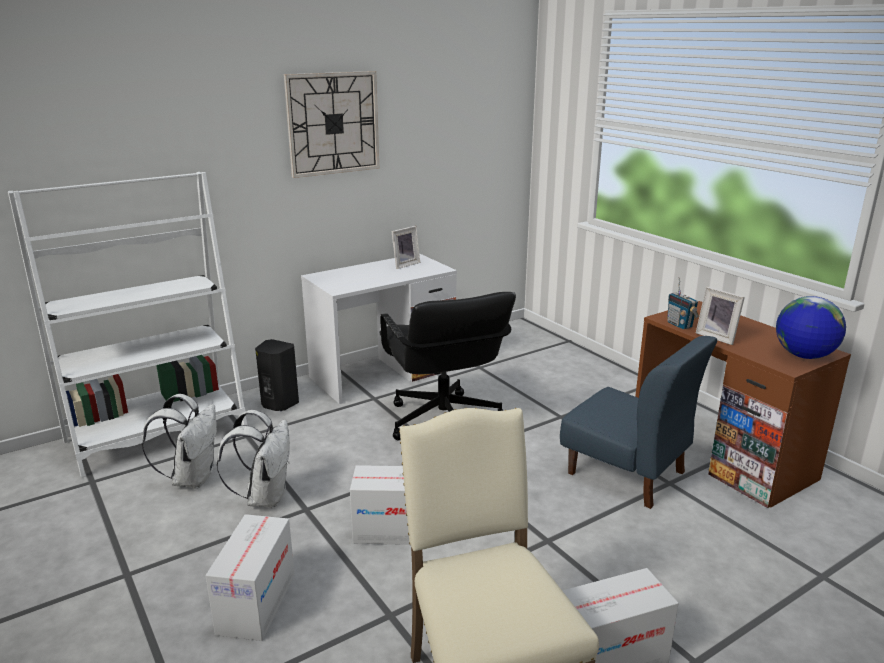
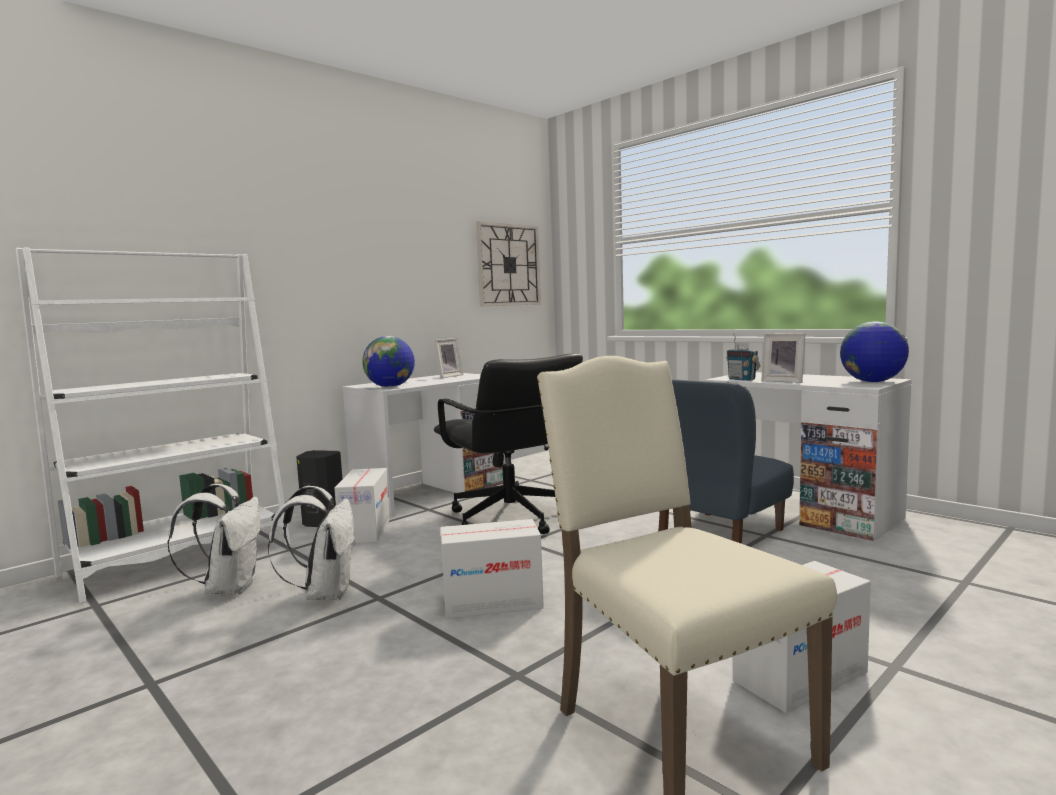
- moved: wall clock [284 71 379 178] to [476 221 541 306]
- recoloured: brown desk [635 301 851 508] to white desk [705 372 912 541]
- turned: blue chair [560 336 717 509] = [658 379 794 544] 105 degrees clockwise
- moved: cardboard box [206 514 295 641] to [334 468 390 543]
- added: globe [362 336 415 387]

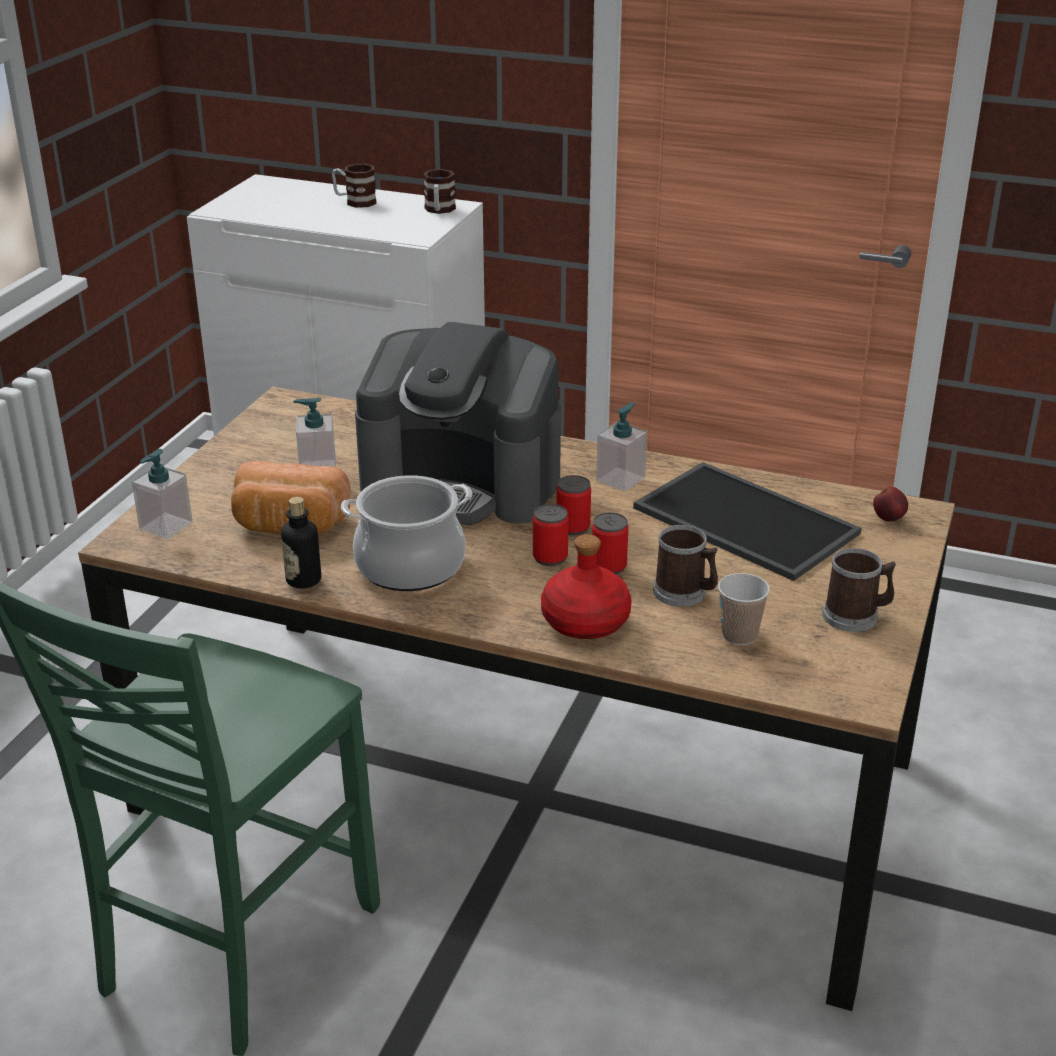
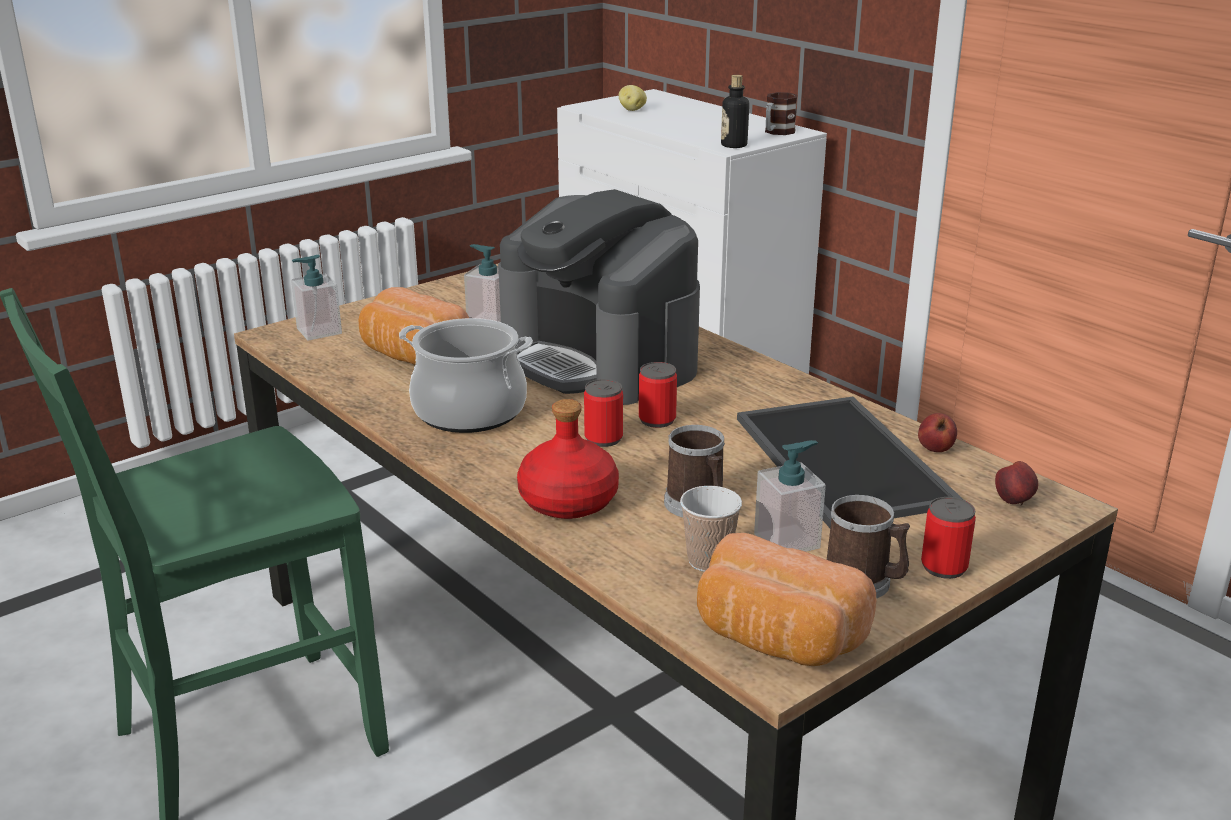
- removed: mug [332 164 377 208]
- moved: soap dispenser [596 402 647 491] to [754 440 826 552]
- moved: bottle [281 497 321 588] to [721 75 749 148]
- moved: can [592 512 629 574] to [921 497 976 579]
- added: potato [619 85 647 111]
- added: apple [918 413 957 452]
- added: bread [697 533 876 666]

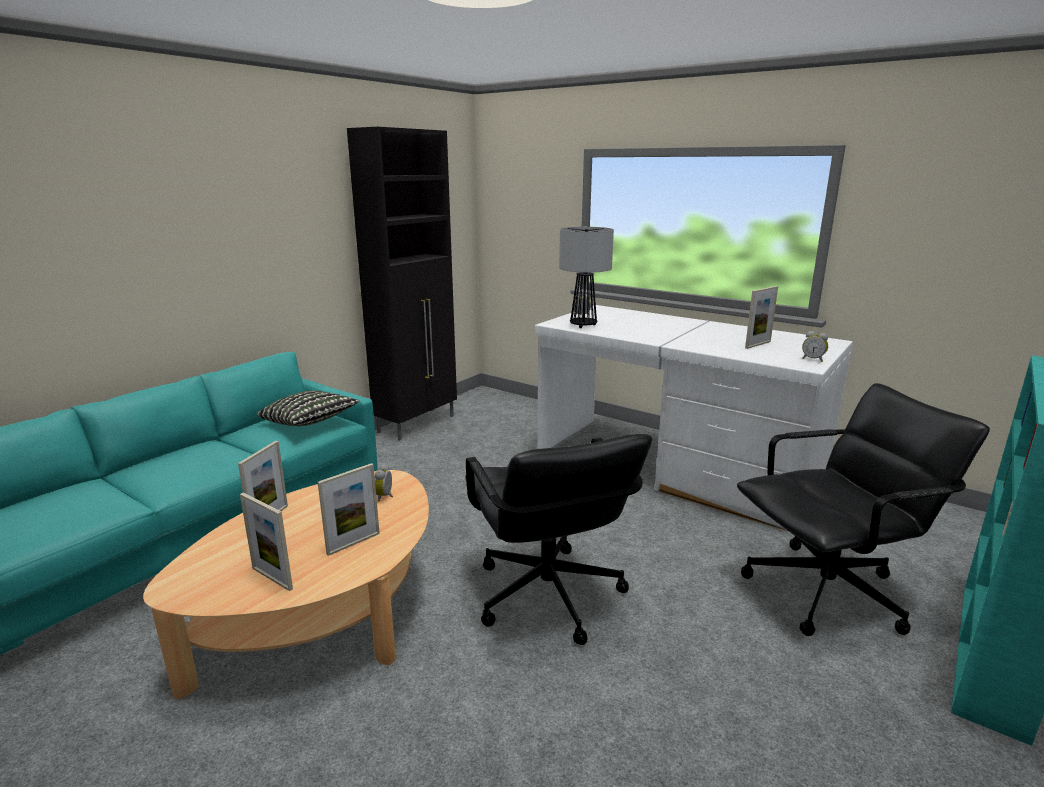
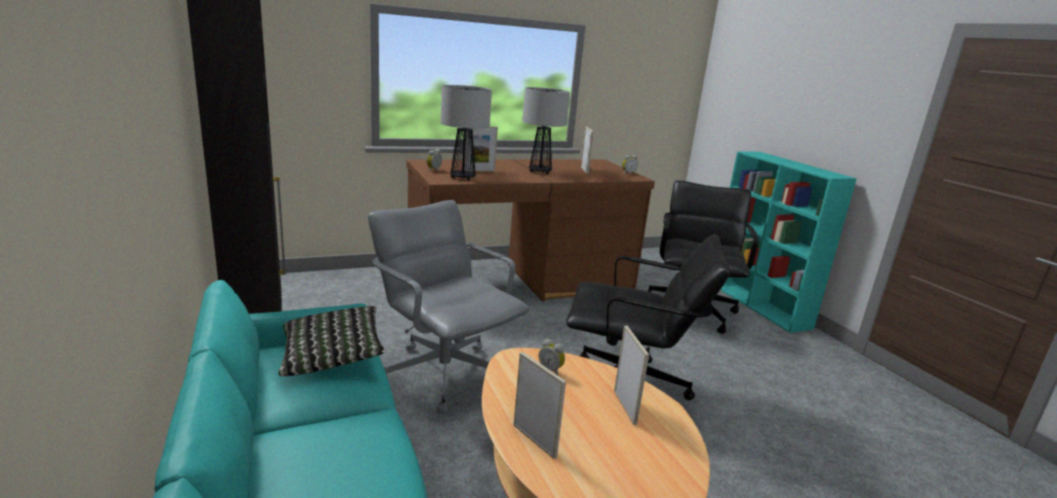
- recoloured: white desk [535 305 853 536] to brown desk [406 160 655 302]
- moved: picture frame [240 492 293 591] to [465 126 498 172]
- added: table lamp [522 87 570 174]
- added: grey office chair [368 200 530 414]

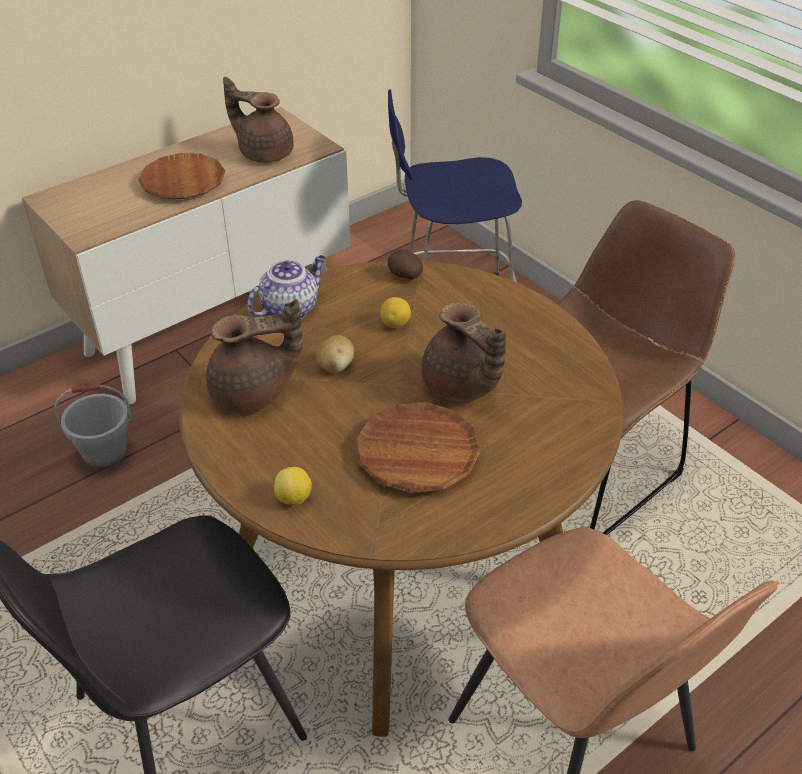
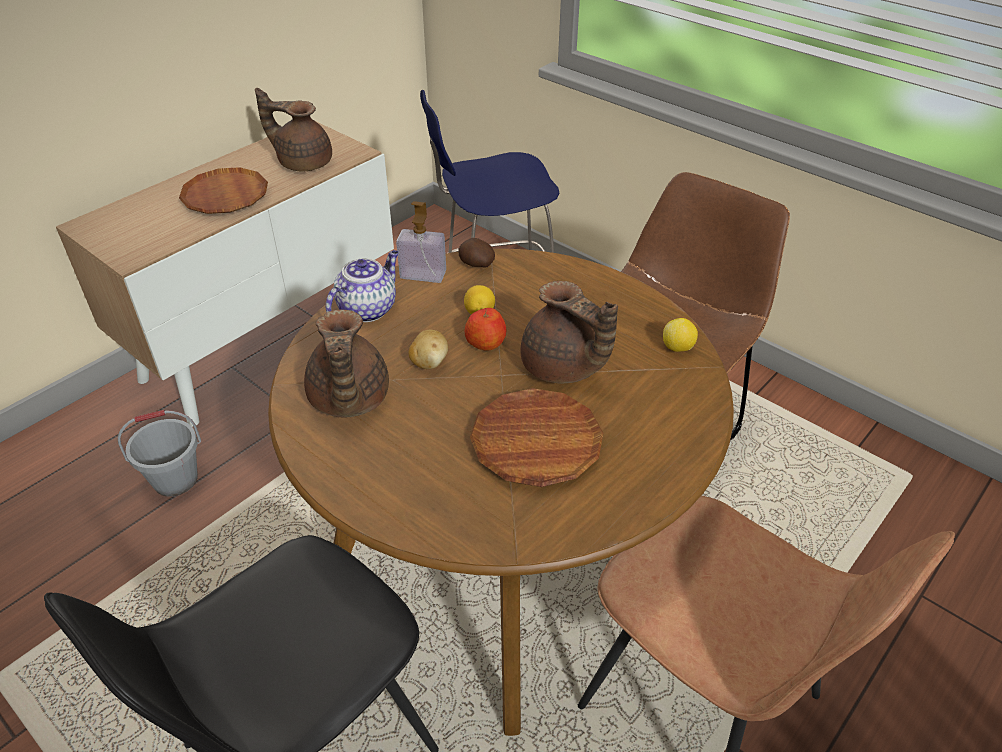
- turned: brown teapot [206 299 303 413] = [304 310 389 417] 105 degrees clockwise
- moved: lemon [274 467 312 505] to [663 318 698 352]
- added: soap dispenser [396 201 446 283]
- added: apple [465 308 506 351]

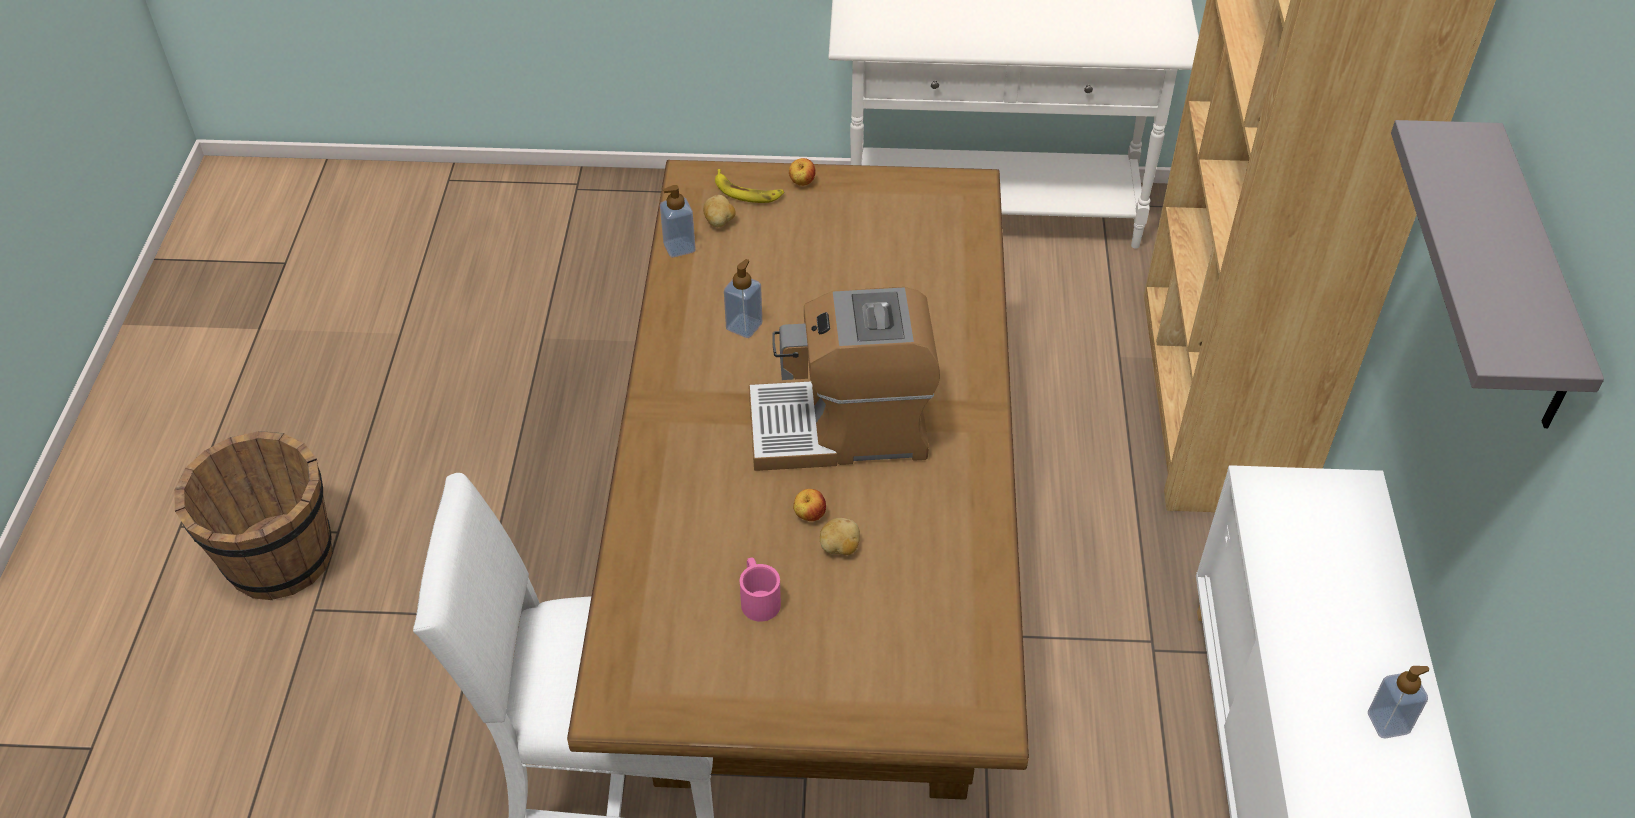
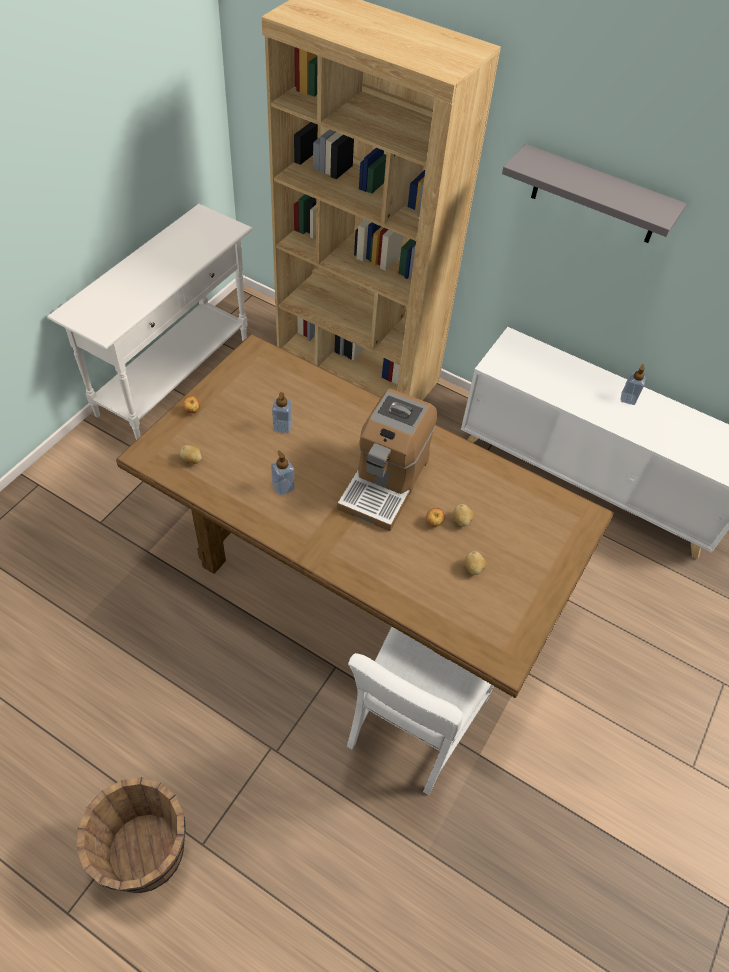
- removed: banana [715 169 784 203]
- moved: soap dispenser [660 185 696 257] to [272 392 292 433]
- replaced: pink mug [740 558 781 622] to potato [465 551 487 575]

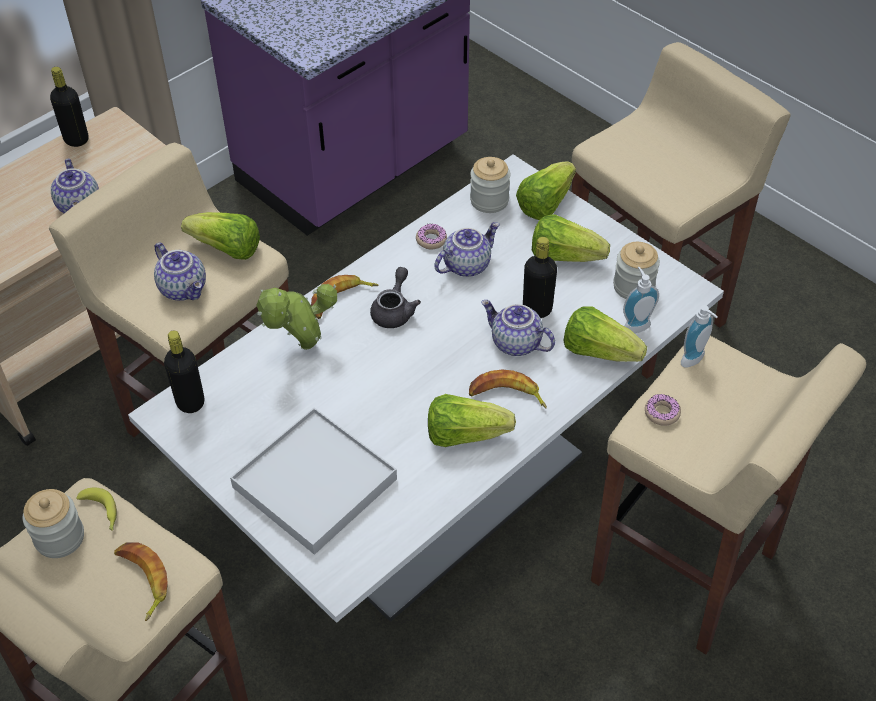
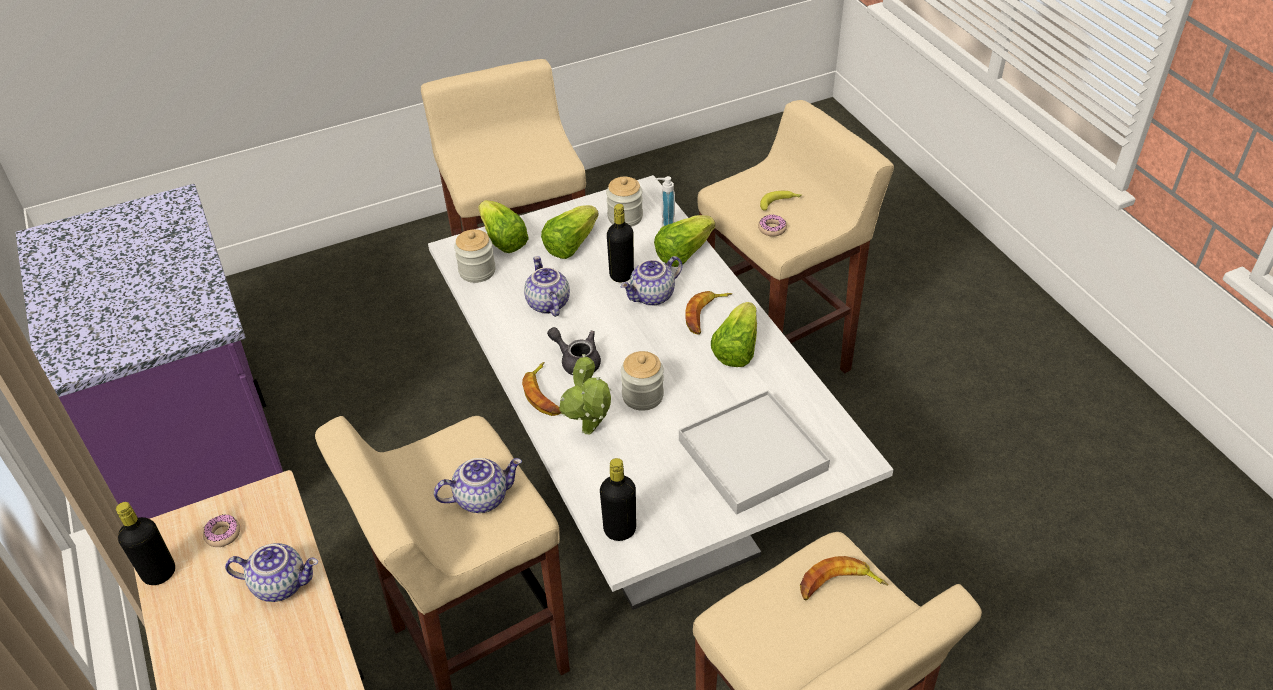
- removed: lettuce [181 212 260 260]
- moved: donut [416 224 447 249] to [203 515 240 547]
- removed: soap dispenser [681 305 718 367]
- moved: banana [76 488 117 531] to [760 191 802 211]
- moved: jar [23 489 84 558] to [621 351 664 411]

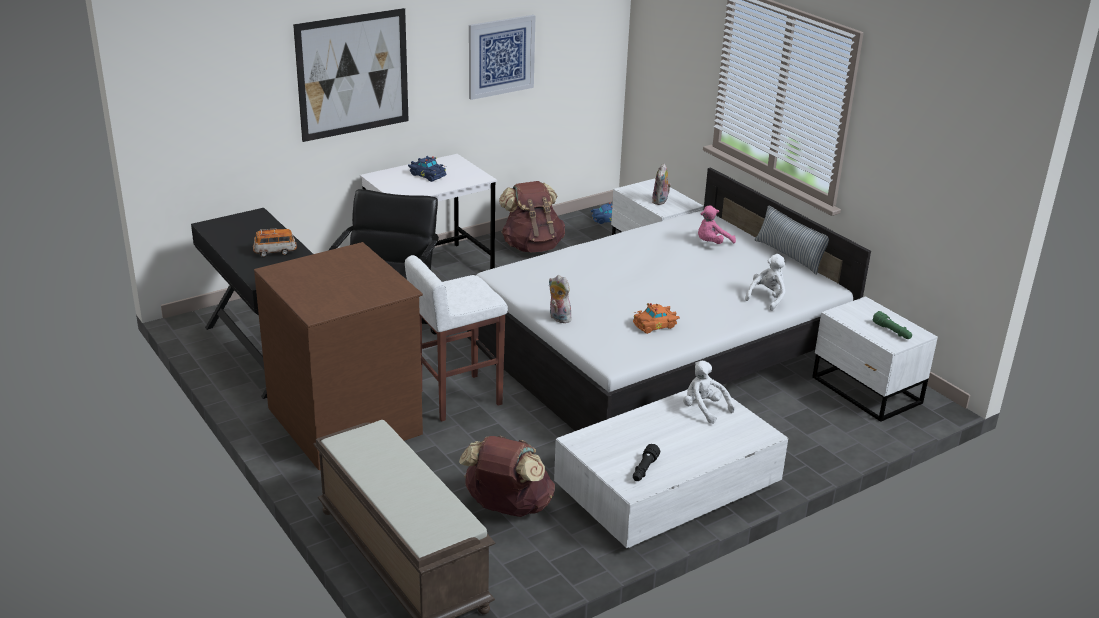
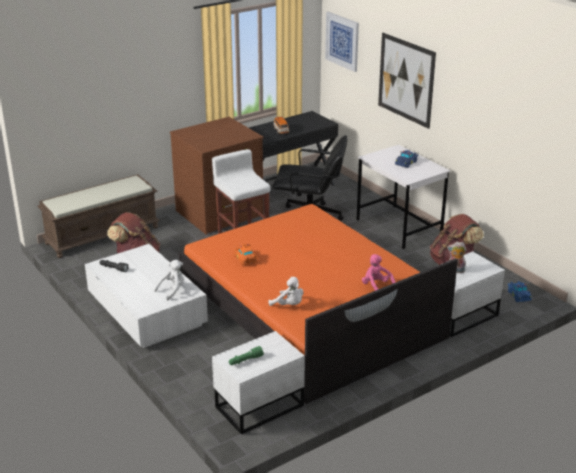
- moved: picture [469 15 535 100] to [325 12 359 72]
- recoloured: white bed [467 167 871 431] to orange bed [179 204 458 404]
- removed: plush toy [549 275 571 323]

